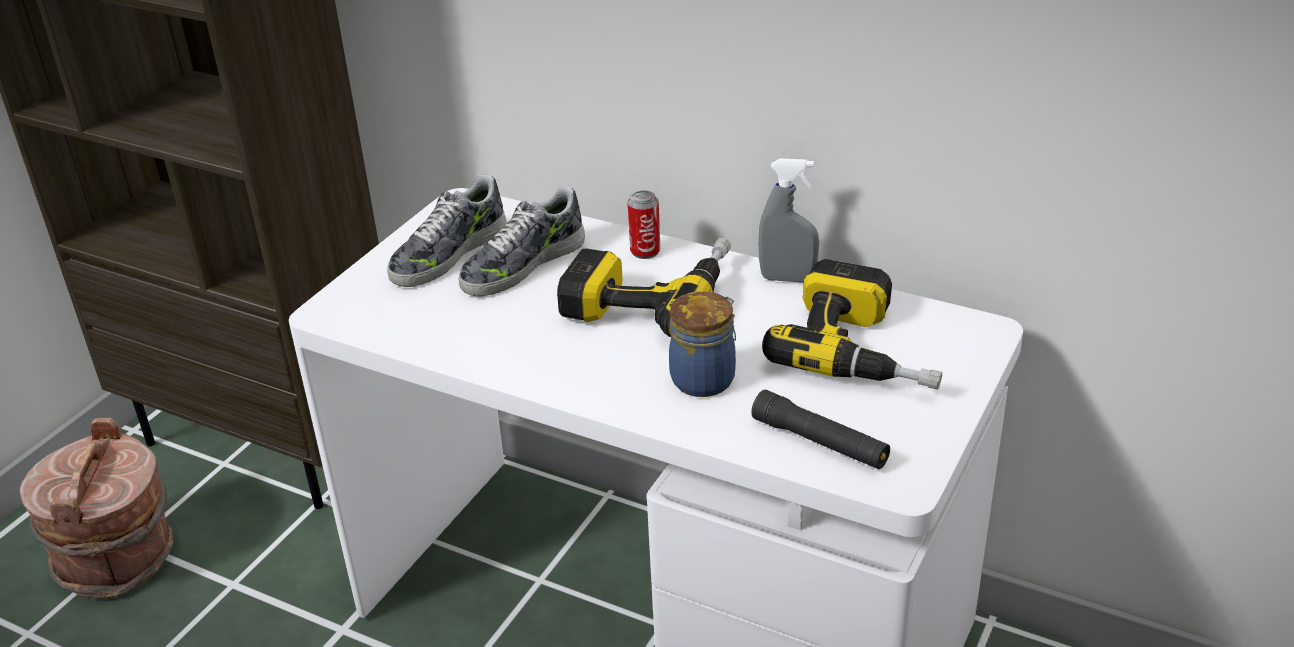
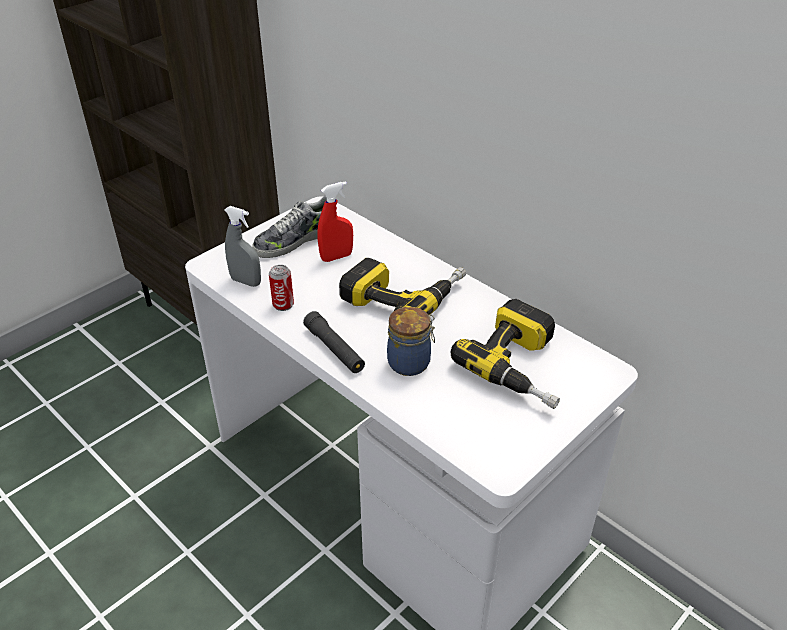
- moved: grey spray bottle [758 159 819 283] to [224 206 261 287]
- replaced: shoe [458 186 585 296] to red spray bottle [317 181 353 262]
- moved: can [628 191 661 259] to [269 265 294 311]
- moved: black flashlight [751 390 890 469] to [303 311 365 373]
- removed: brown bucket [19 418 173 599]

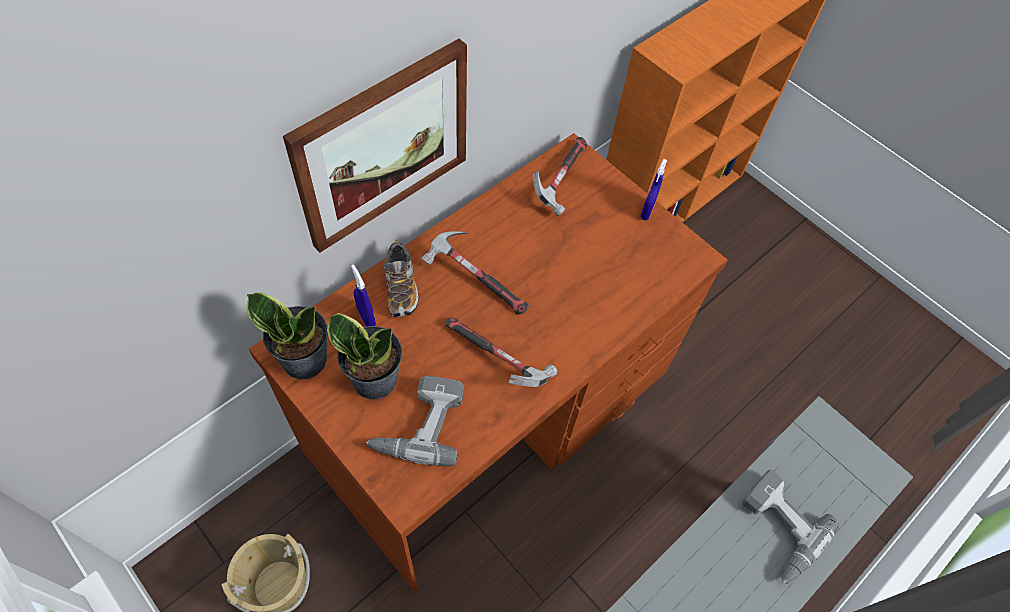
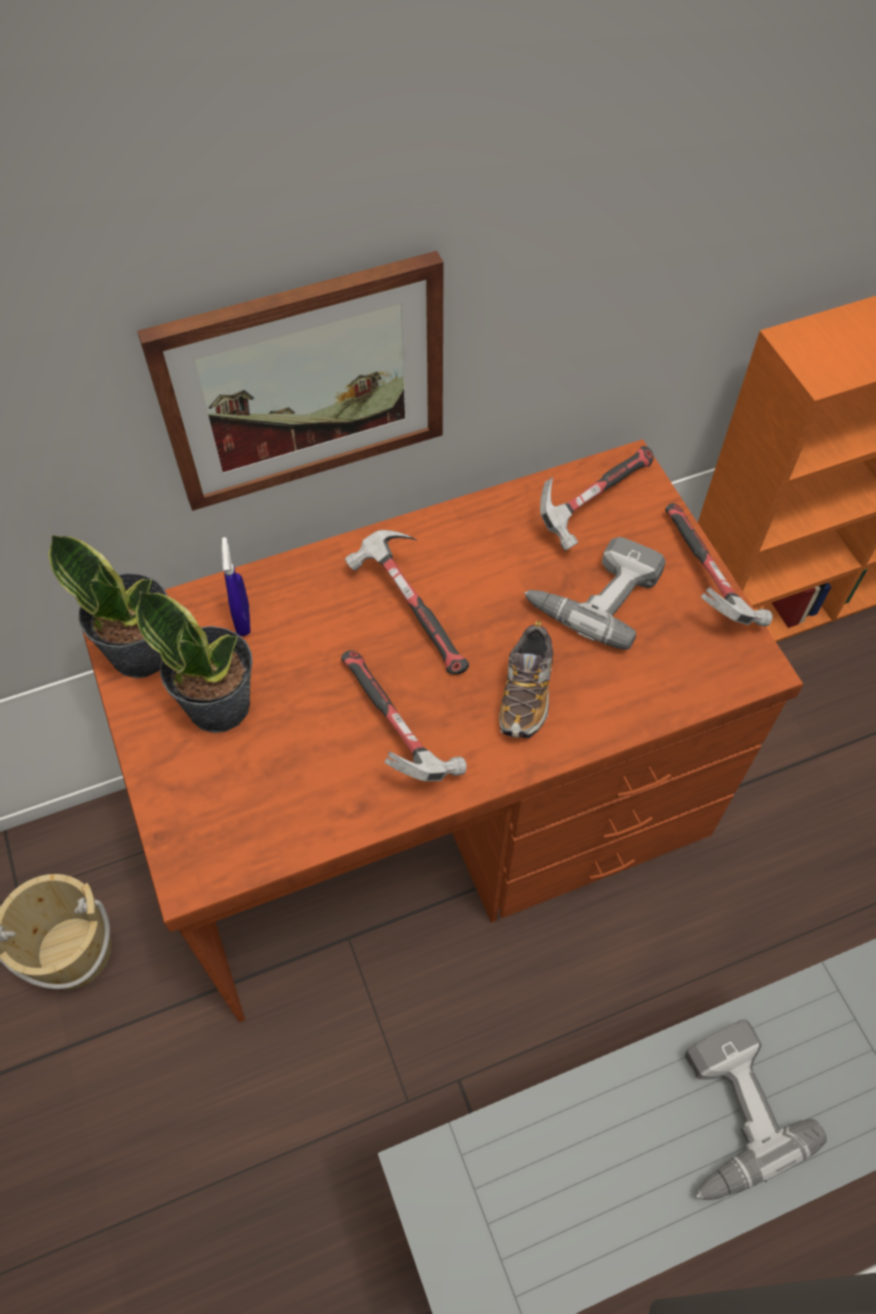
- replaced: blue spray bottle [640 159 667 220] to hammer [665 503 773 627]
- moved: shoe [384 240 419 317] to [499 621 553 738]
- moved: power drill [366 376 464 466] to [524 537 666 650]

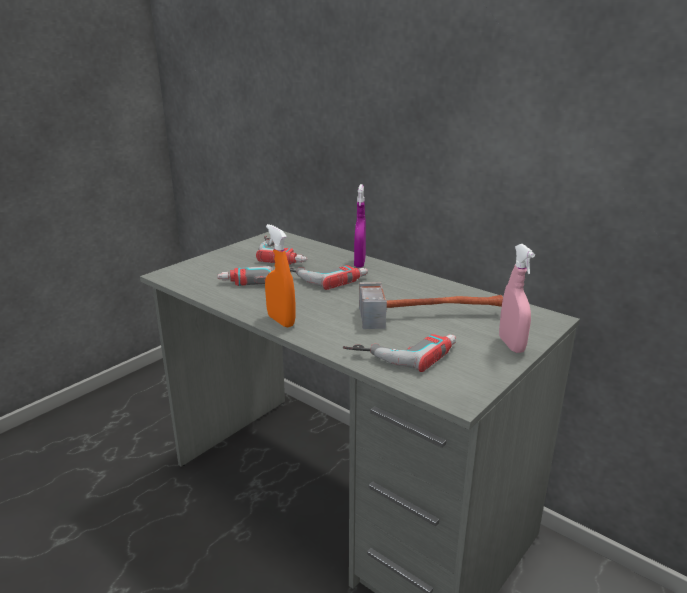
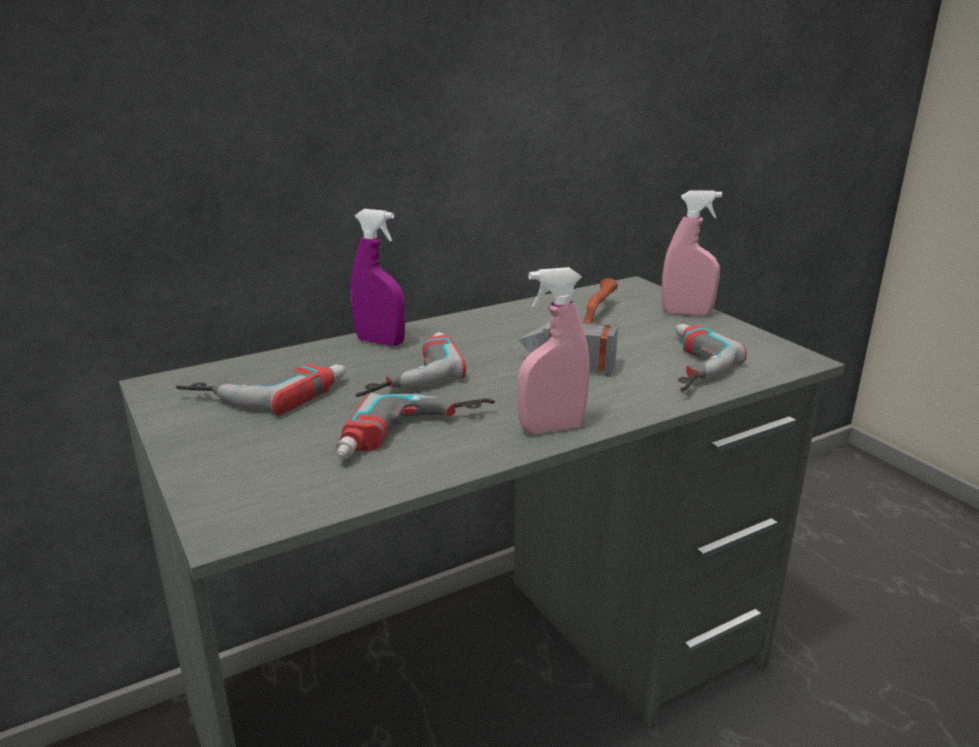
- recoloured: orange spray bottle [265 224 295 327] to pink spray bottle [517 267 590 434]

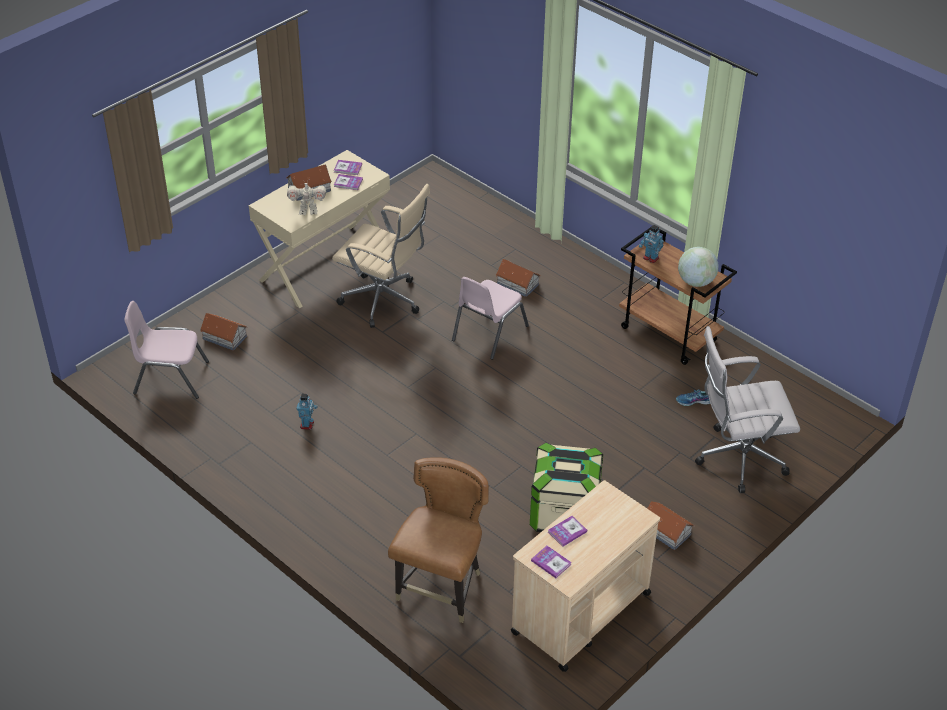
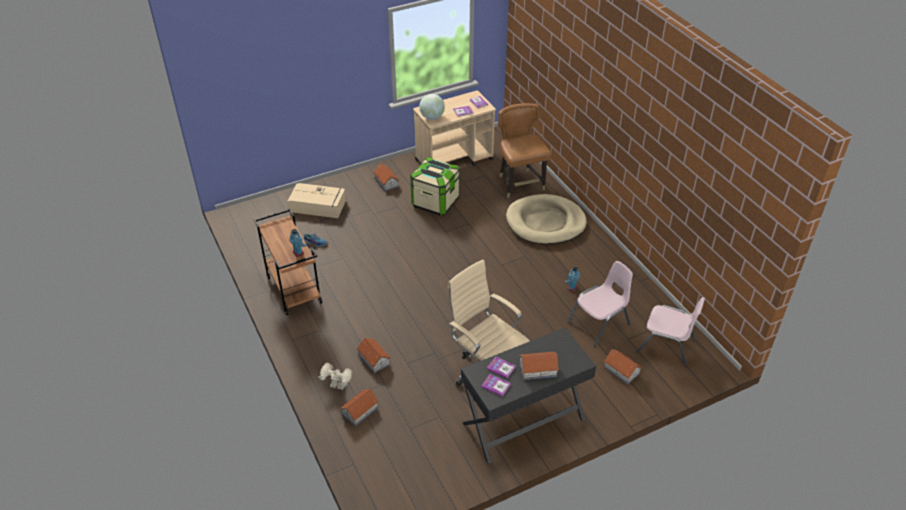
- recoloured: beige desk [249 150 390 308] to black desk [461 328 596 464]
- moved: toy robot [287 182 327 215] to [319 363 352 390]
- moved: globe [678 247 719 287] to [419 94 445 120]
- moved: pink chair [452 277 529 360] to [568 261 633 347]
- replaced: white office chair [695 326 800 493] to beige storage box [288 183 346 218]
- turned: brown chair [388 457 489 623] = [498 103 551 198] 120 degrees clockwise
- added: beige dog bed [506 194 587 245]
- added: toy house [339 389 379 427]

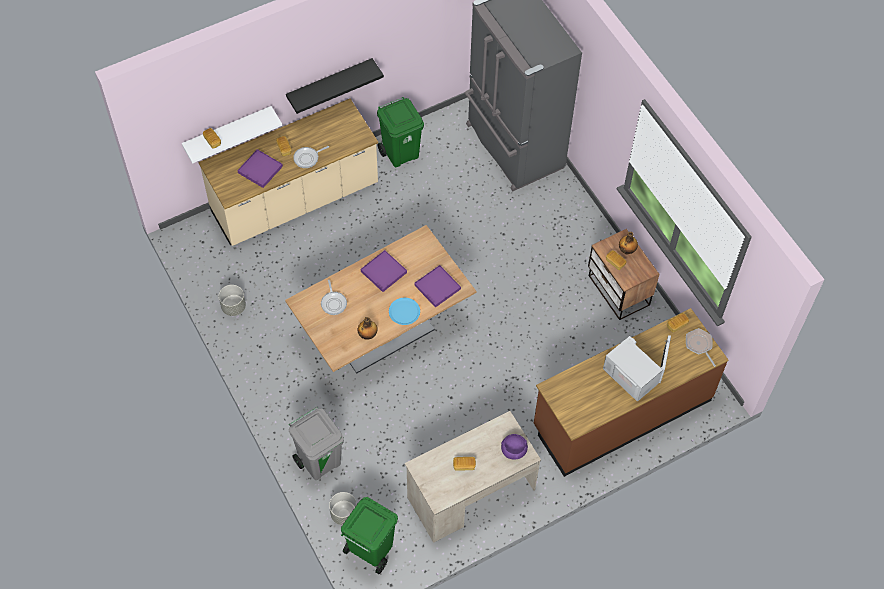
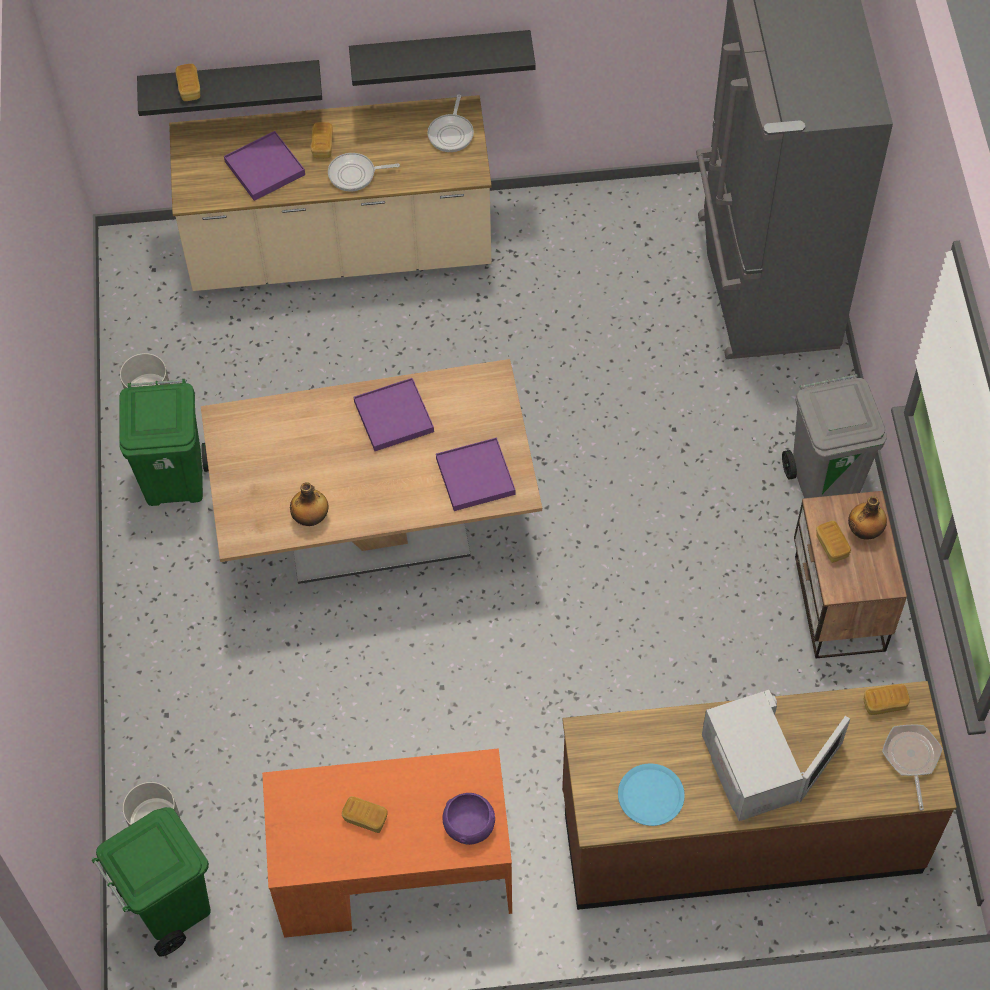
- moved: green trash can [377 97 424 167] to [119 379 209 506]
- recoloured: white shelf [182 106 282 164] to black shelf [137 60 322 116]
- moved: frying pan [321 280 347 315] to [428 94 474 152]
- moved: blue plate [389 298 420 325] to [618 764 685 826]
- moved: grey trash can [289 407 344 480] to [782 374 887 498]
- recoloured: beige desk [405 411 541 543] to orange desk [262 748 512 938]

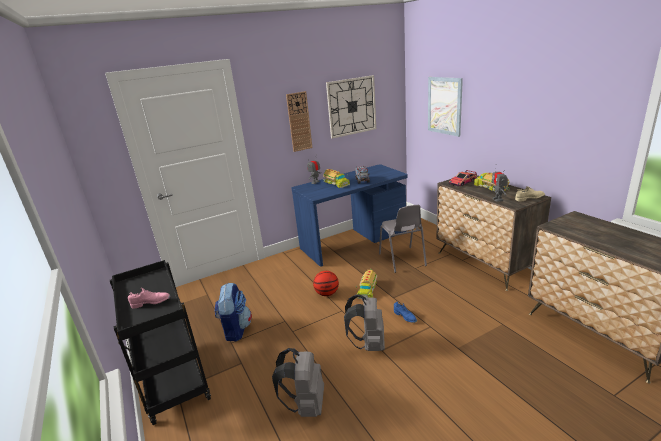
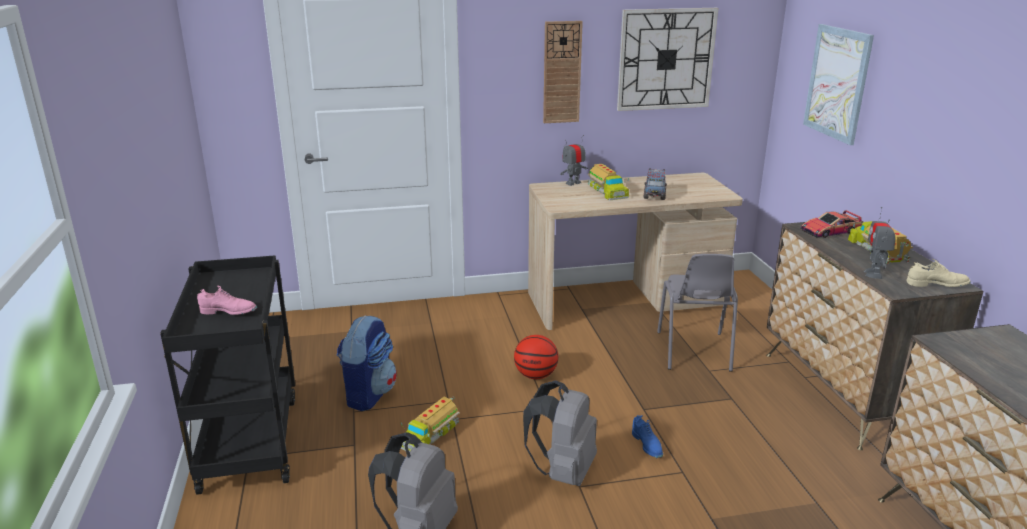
- recoloured: blue desk [292 164 408 267] to beige desk [528 173 743 330]
- moved: toy truck [356 269 378 299] to [401 396 460 452]

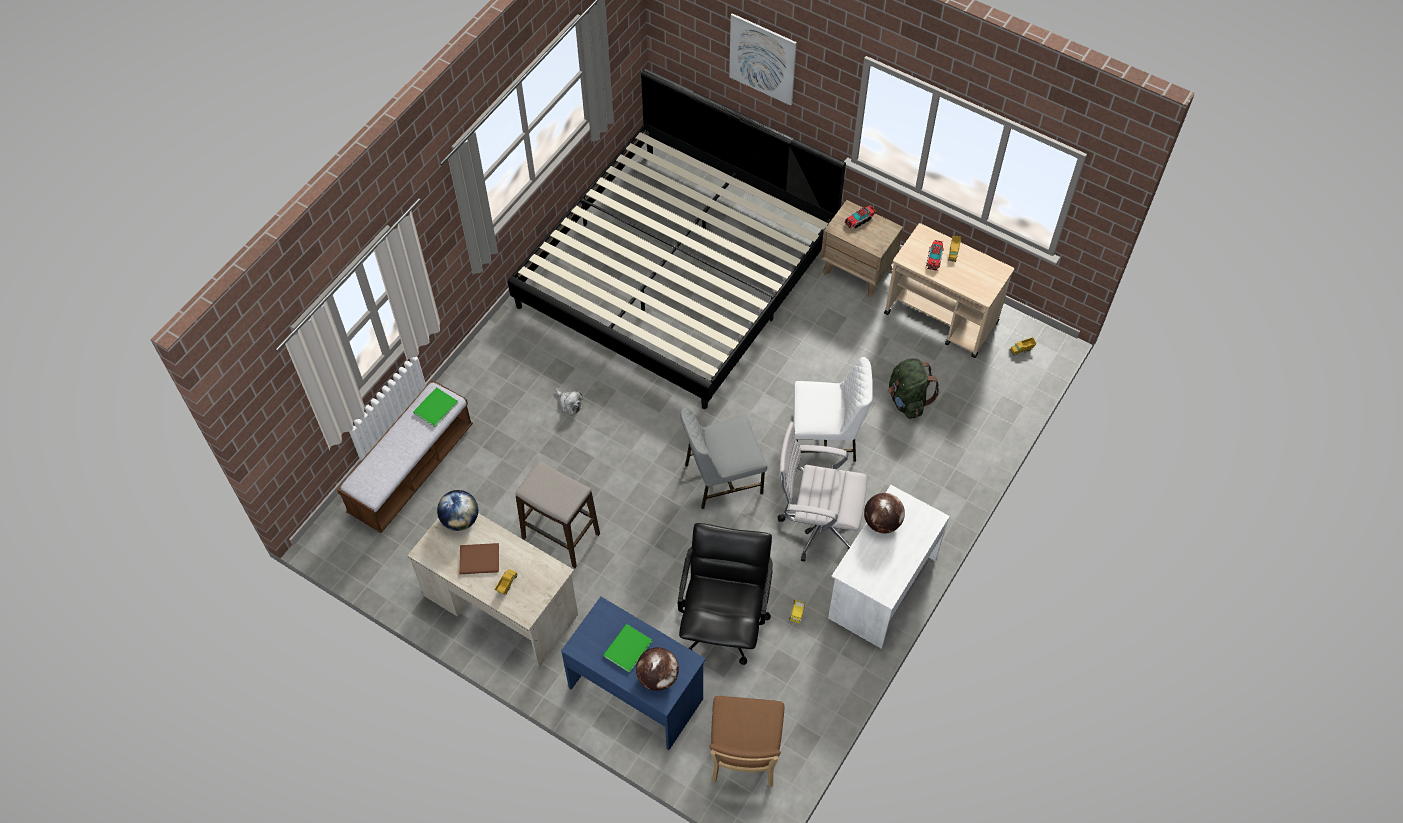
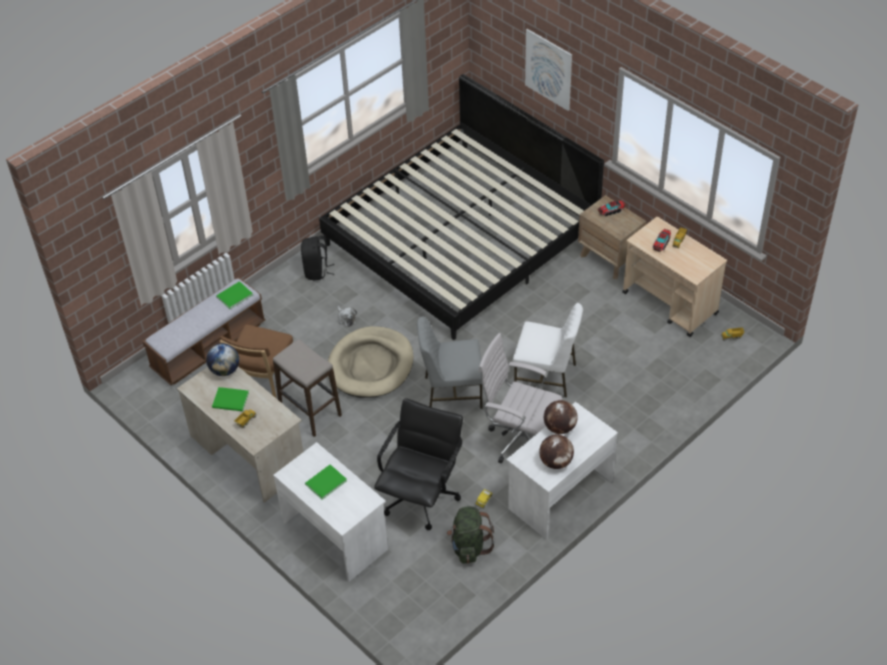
- moved: green backpack [888 358 940 419] to [447 506 494 564]
- recoloured: brown book [459 543 499 574] to green book [212 387 249 411]
- recoloured: blue desk [561 597 706 750] to white desk [273 442 388 582]
- moved: globe [636 647 679 691] to [539 435 574 469]
- moved: brown chair [709 696 784 787] to [220 325 293 399]
- added: black backpack [301 236 334 280]
- added: beige dog bed [328 326 413 398]

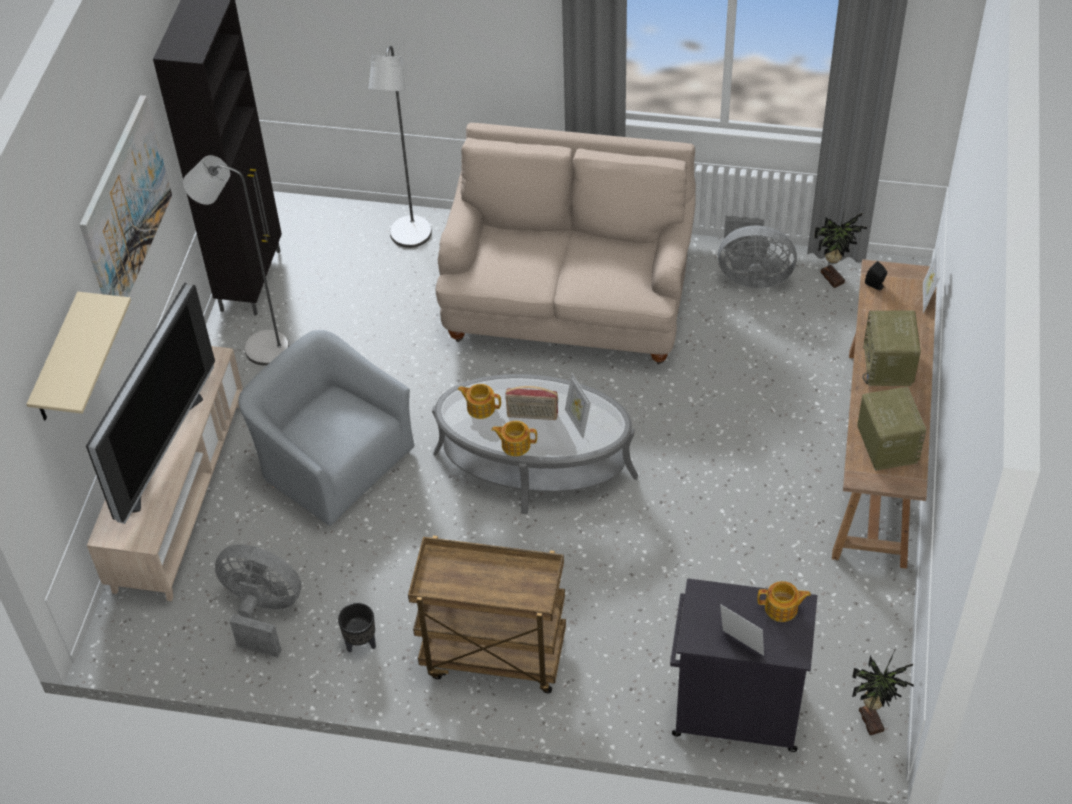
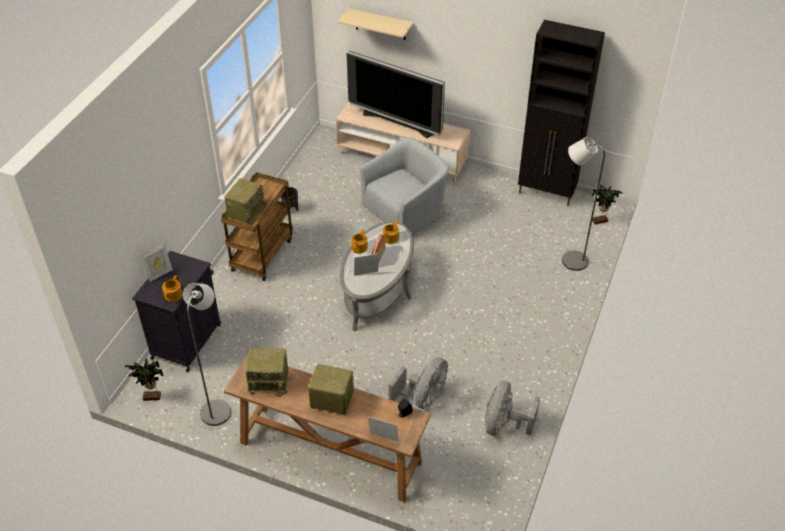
- removed: picture [80 95 172 297]
- removed: beige sofa [436 123 696 365]
- moved: grey floor lamp [183 155 289 366] to [183 283 231 426]
- moved: potted plant [814 209 867 288] to [592 184 622 225]
- moved: grey fan [215 544 301 657] to [388 357 448 410]
- added: radio [224 178 266 225]

